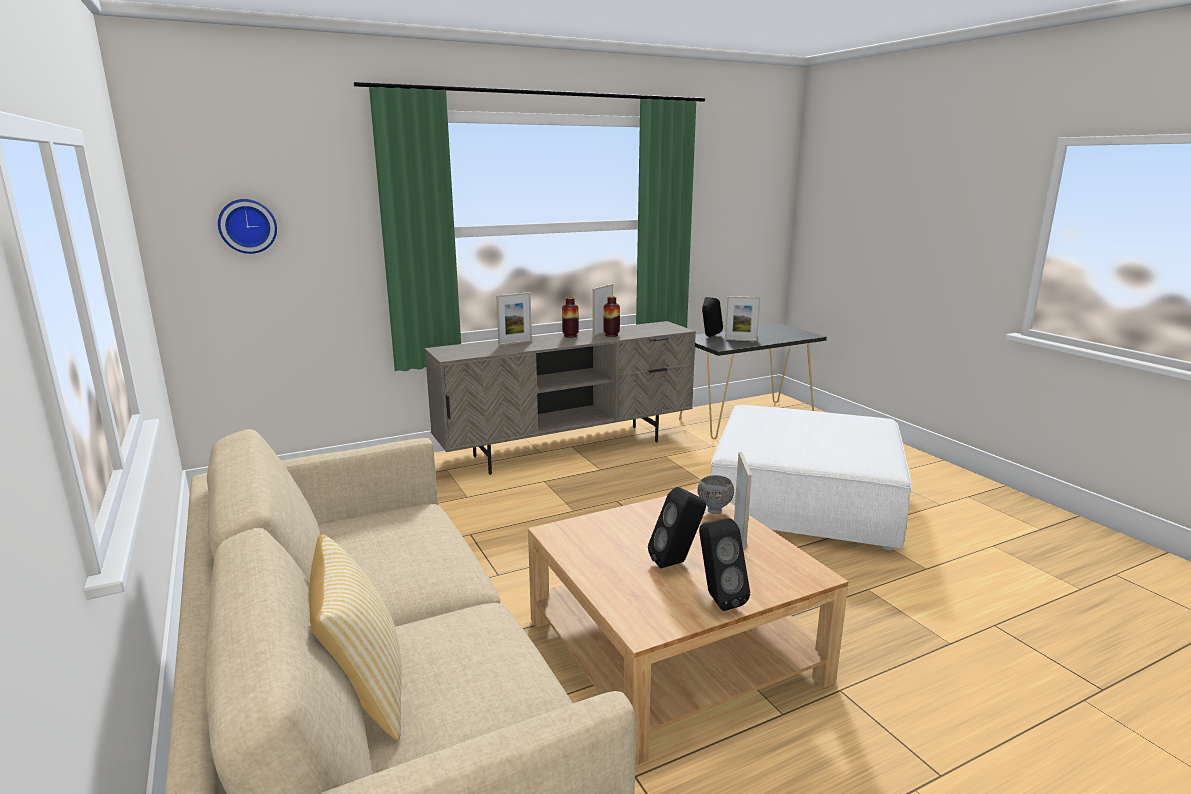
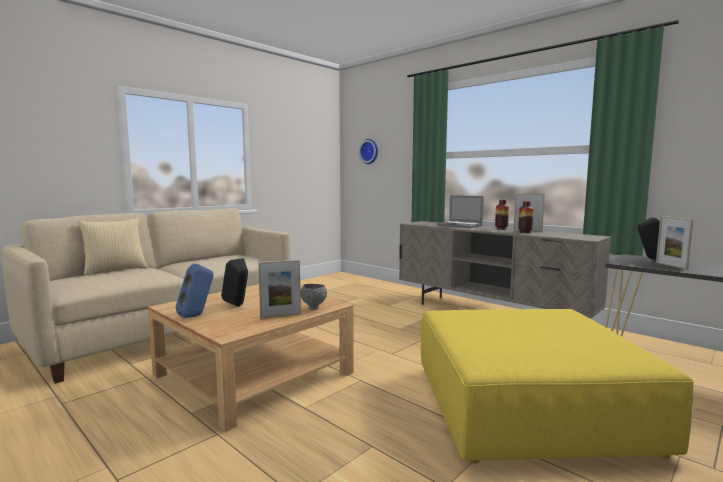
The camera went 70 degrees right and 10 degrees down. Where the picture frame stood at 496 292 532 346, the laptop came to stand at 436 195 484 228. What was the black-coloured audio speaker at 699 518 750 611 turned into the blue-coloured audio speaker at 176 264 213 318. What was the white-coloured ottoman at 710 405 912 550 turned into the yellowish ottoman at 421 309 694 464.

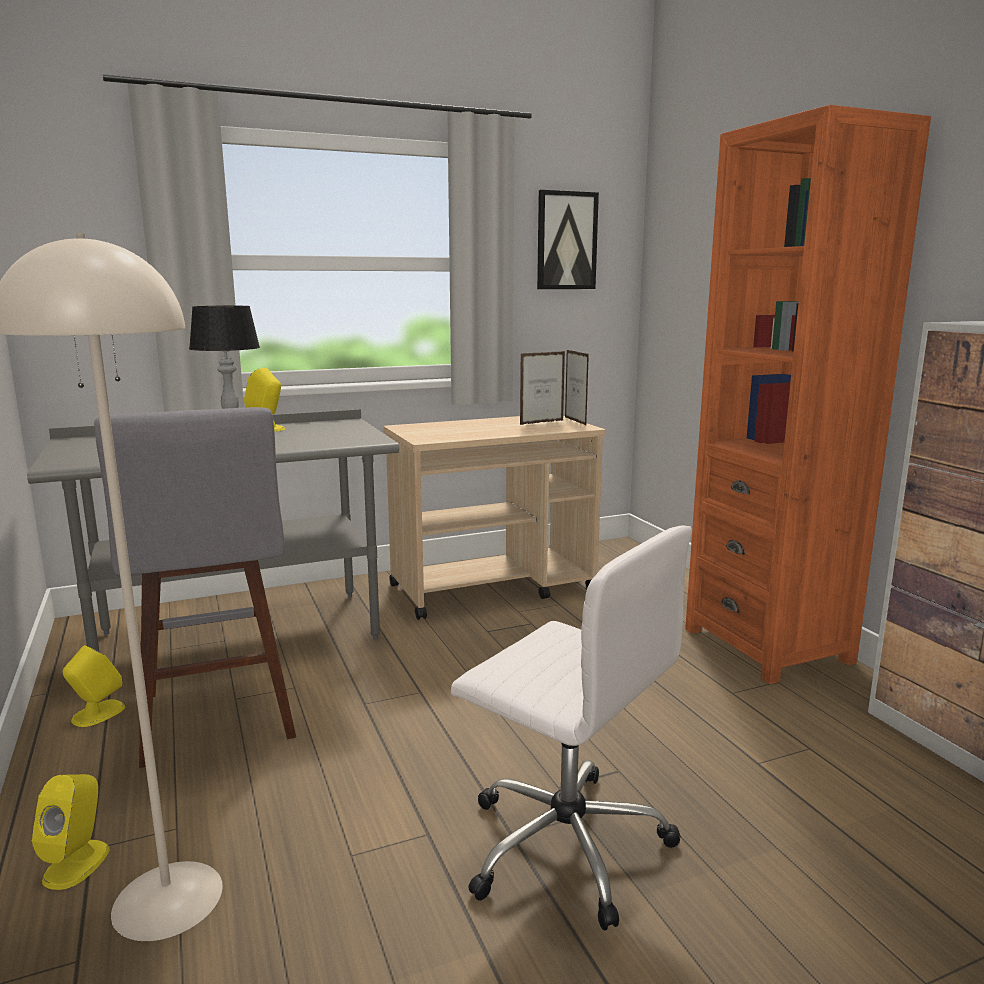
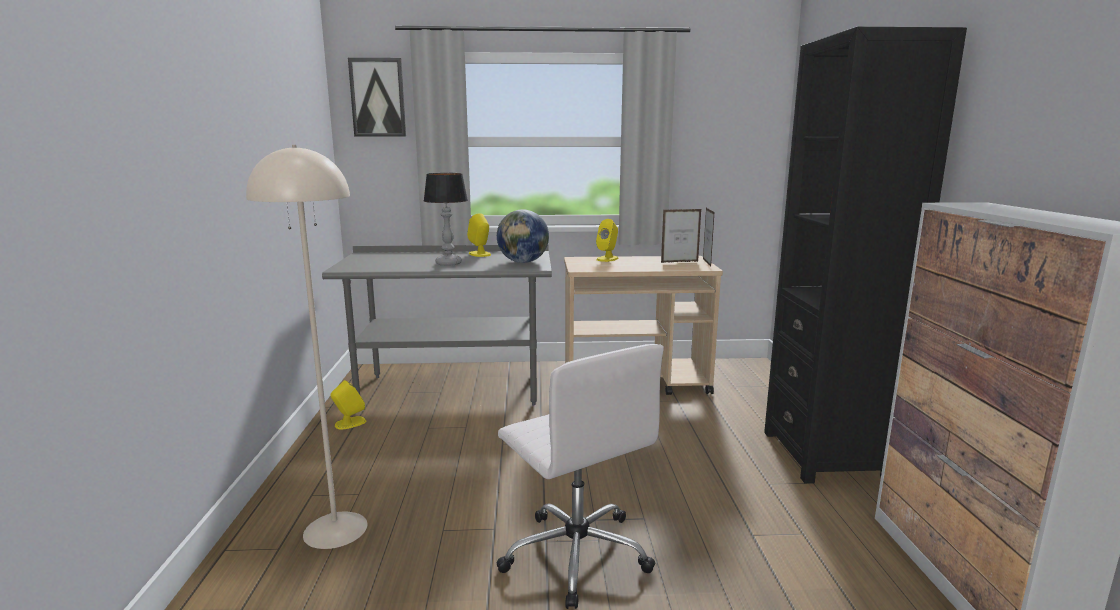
The camera went 20 degrees right and 0 degrees up. The second view lost the gray stool seat at 94 407 296 768. The second view gained the world globe at 497 210 549 263. The yellowish audio speaker ended up elsewhere, having gone from 32 774 110 890 to 596 219 619 262. The picture ended up elsewhere, having gone from 537 190 599 289 to 348 58 406 137. What was the orangey shelving unit at 685 105 931 684 turned into the black-coloured shelving unit at 764 27 967 483.

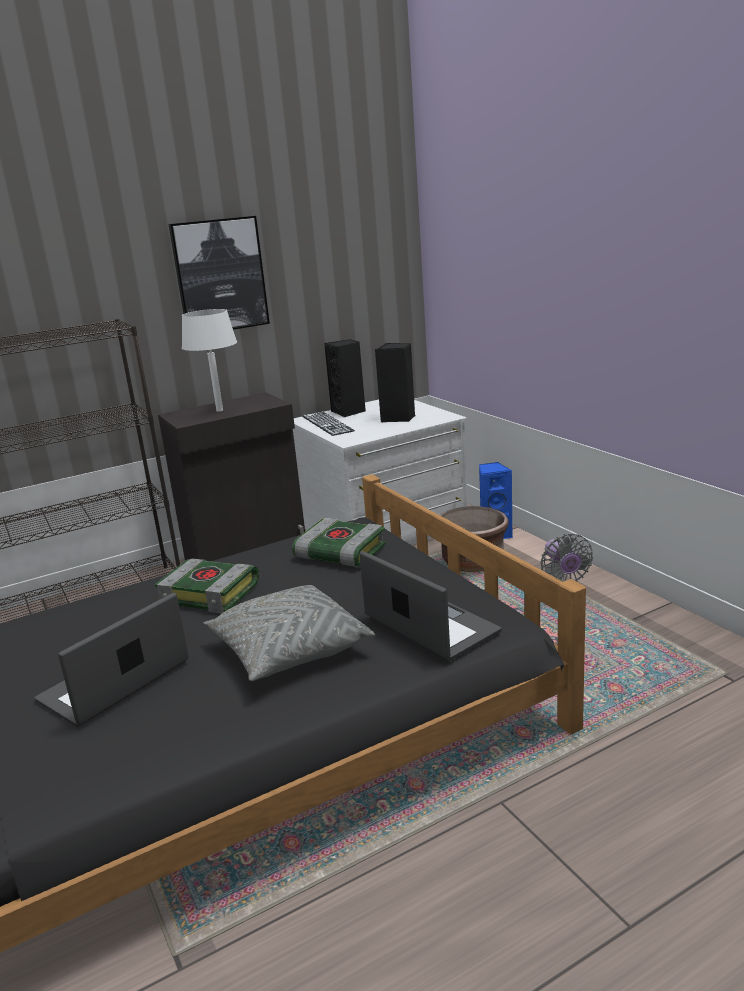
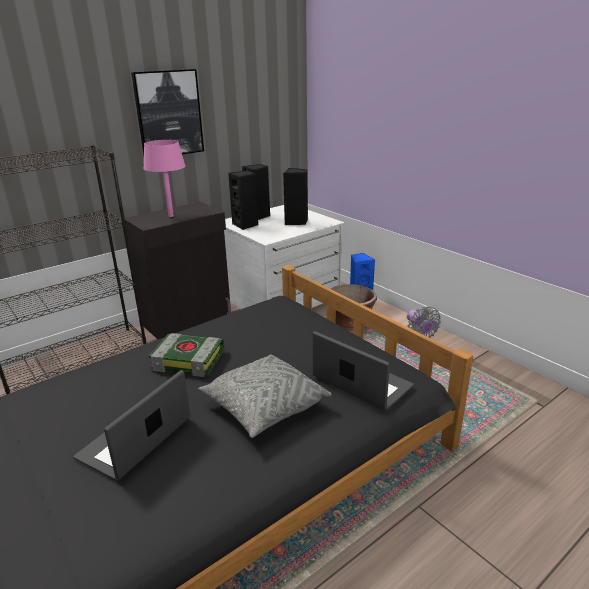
The camera went 10 degrees left and 5 degrees up. The second view lost the volume at 292 518 386 567. Where the keyboard stood at 302 412 355 436, the black-coloured audio speaker came to stand at 228 171 258 230. What was the white-coloured tabletop lamp at 182 309 237 412 turned into the pink-coloured tabletop lamp at 143 140 186 217.

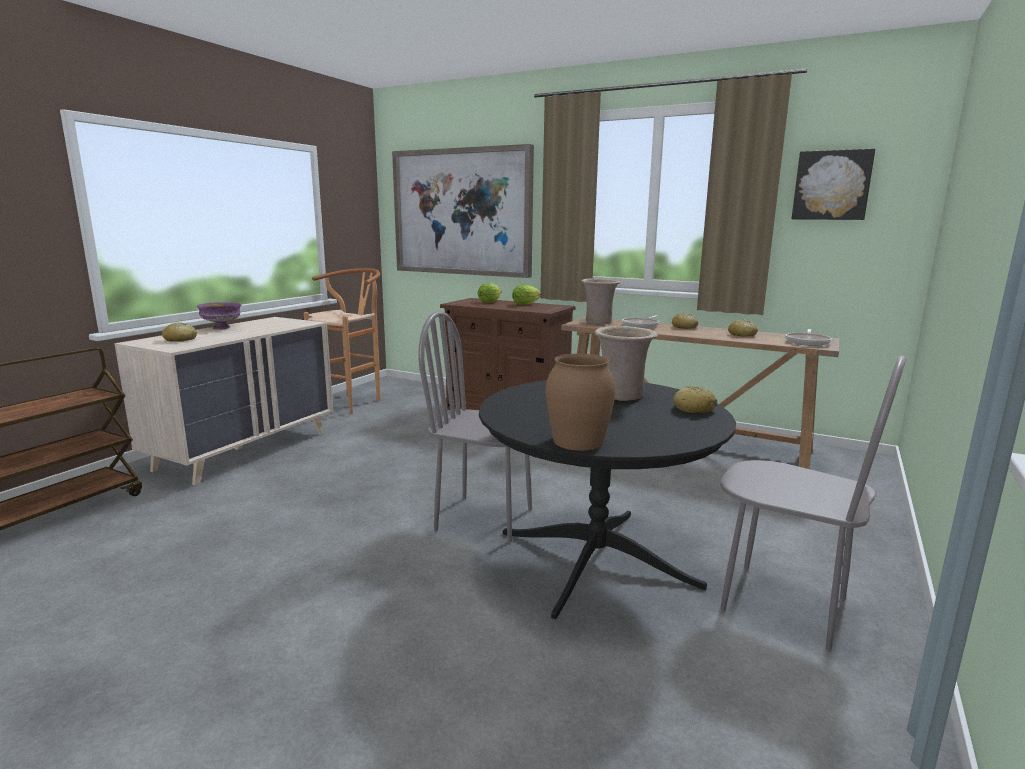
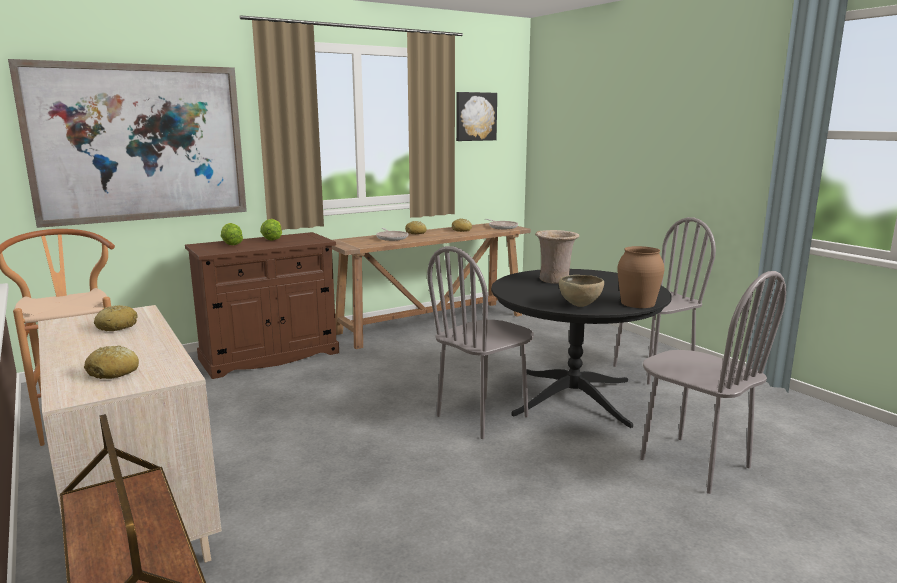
The camera went 60 degrees left and 0 degrees up. The second view lost the purplish bowl at 197 302 241 330. The second view lost the beige-coloured vase at 581 278 621 324. The second view gained the brown-coloured bowl at 559 275 604 307. The second view gained the gray plain chair at 640 271 786 494. The baked bread ended up elsewhere, having gone from 673 386 717 413 to 94 305 138 331.

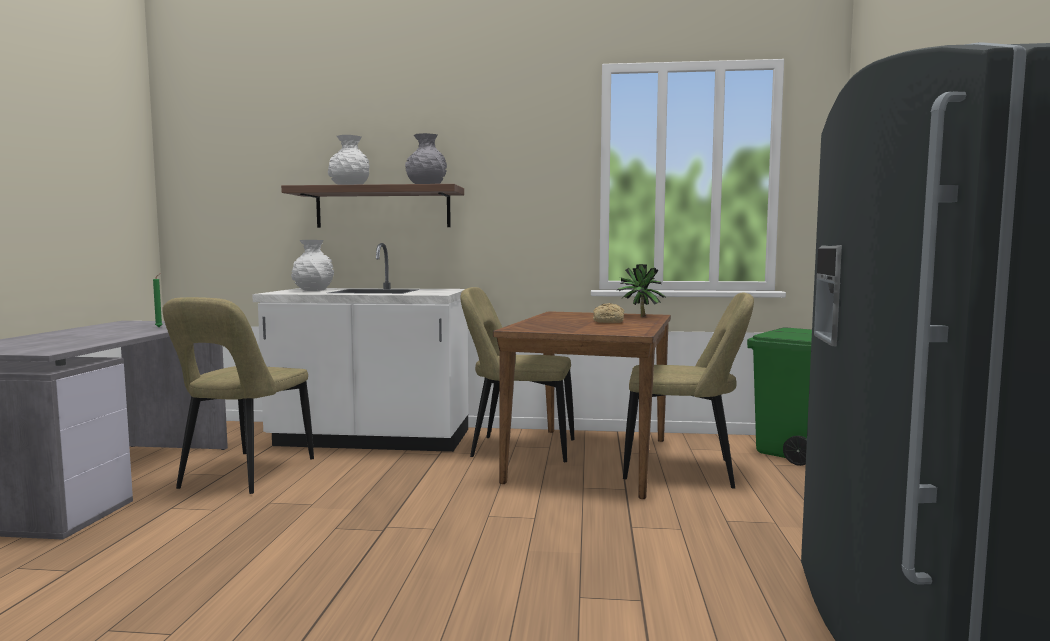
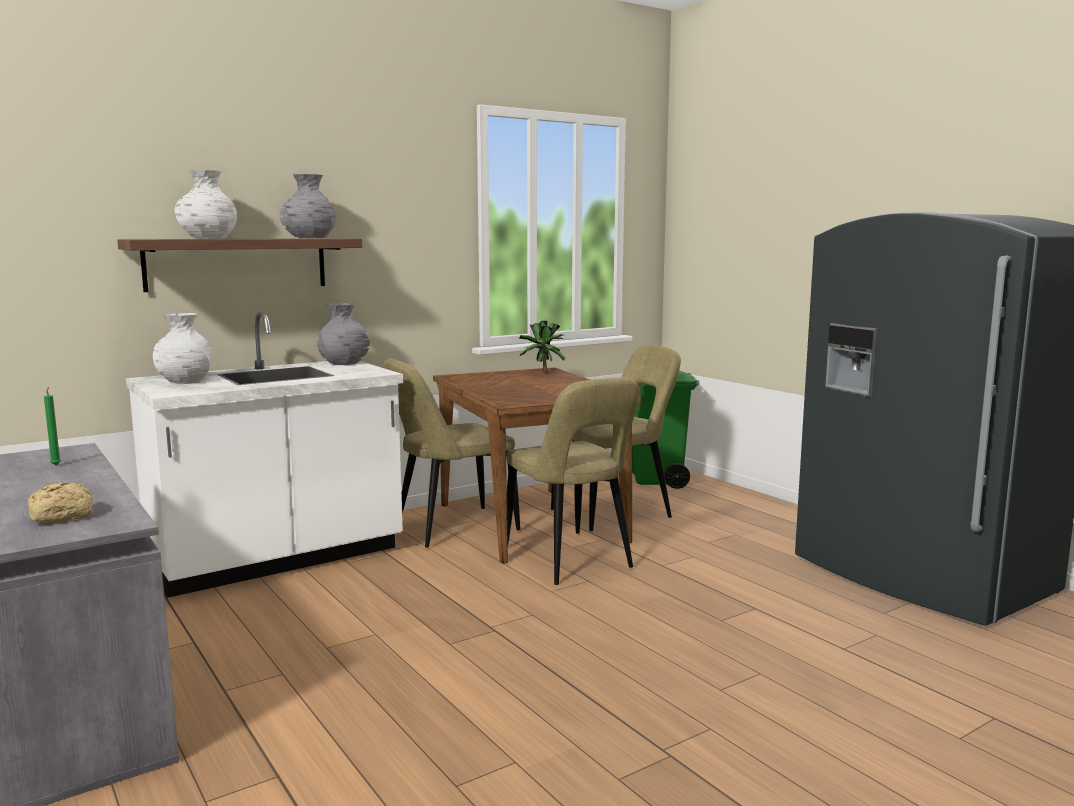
The camera went 40 degrees left and 5 degrees up. The second view gained the gray vase at 317 303 370 365. The beige-coloured plain chair ended up elsewhere, having gone from 162 297 314 494 to 506 377 640 585. The baked bread ended up elsewhere, having gone from 593 303 624 323 to 28 482 93 524.

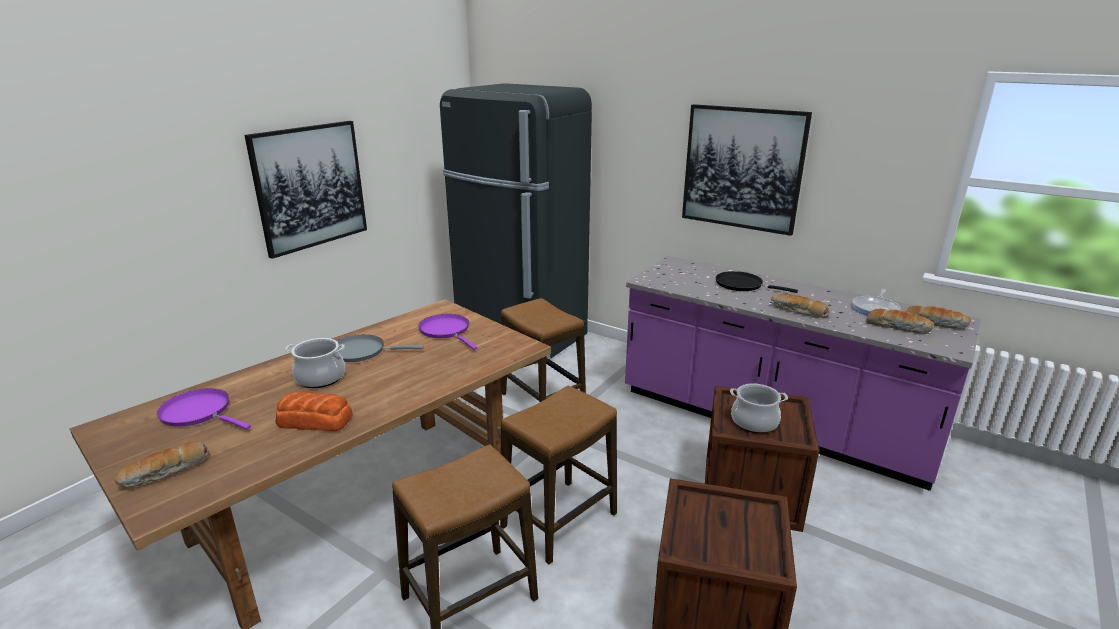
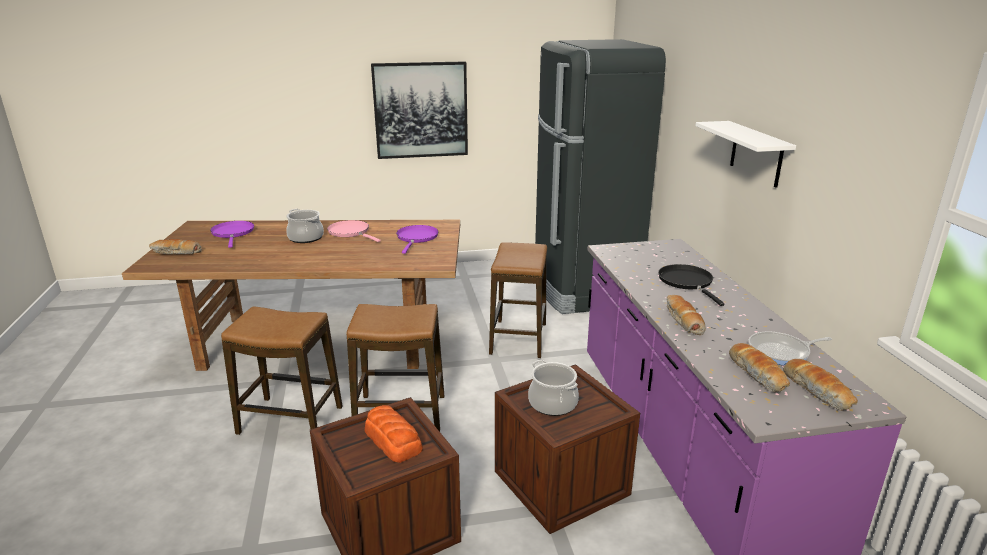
The camera went 45 degrees right and 0 degrees up. The baked bread ended up elsewhere, having gone from 275 392 353 431 to 365 405 423 463. Where the picture hung at 682 104 812 236, the white-coloured bracket shelf came to hang at 696 121 796 188. What was the gray pan at 336 334 424 362 turned into the pink-coloured pan at 327 220 381 242.

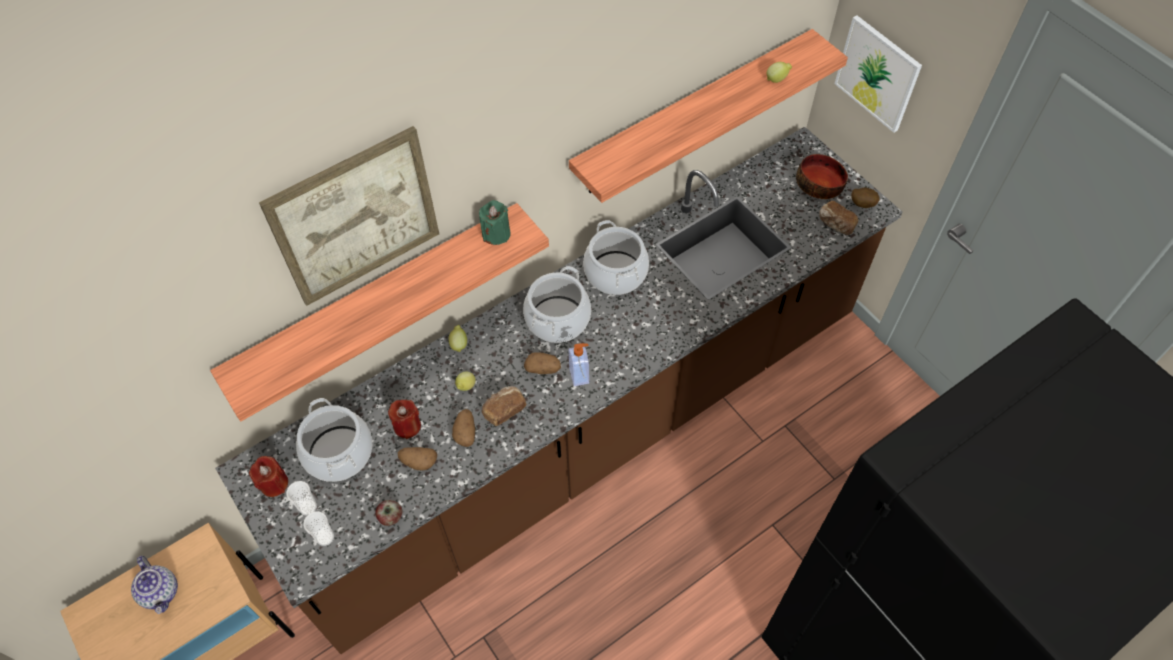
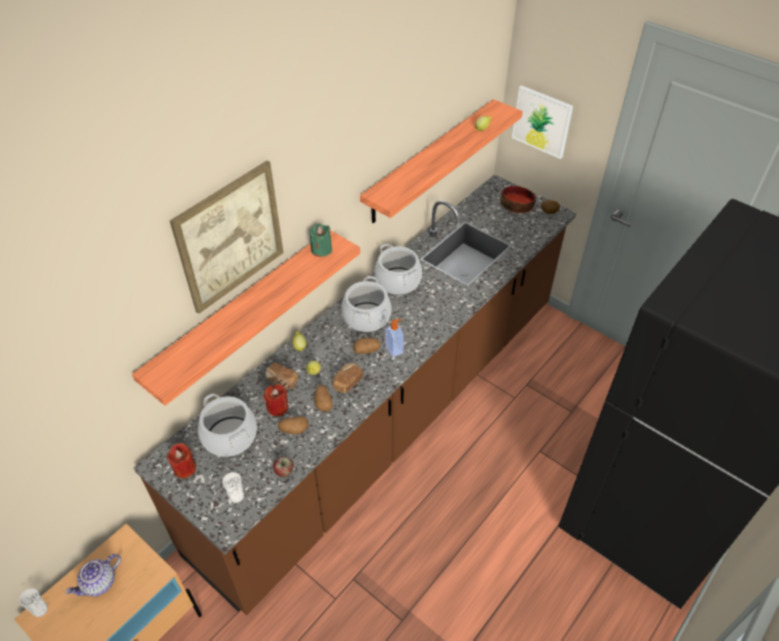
The camera went 15 degrees left and 10 degrees down. The drinking cup ended up elsewhere, having gone from 286 481 317 516 to 19 588 48 617. The baked bread ended up elsewhere, having gone from 819 201 858 235 to 265 363 298 389. The teapot at 131 556 178 614 ended up facing another way, 90 degrees clockwise from before.

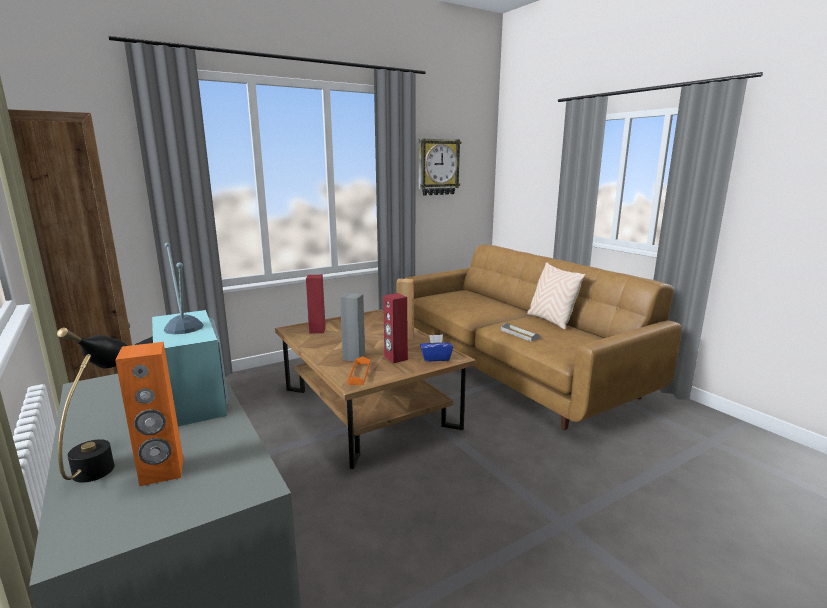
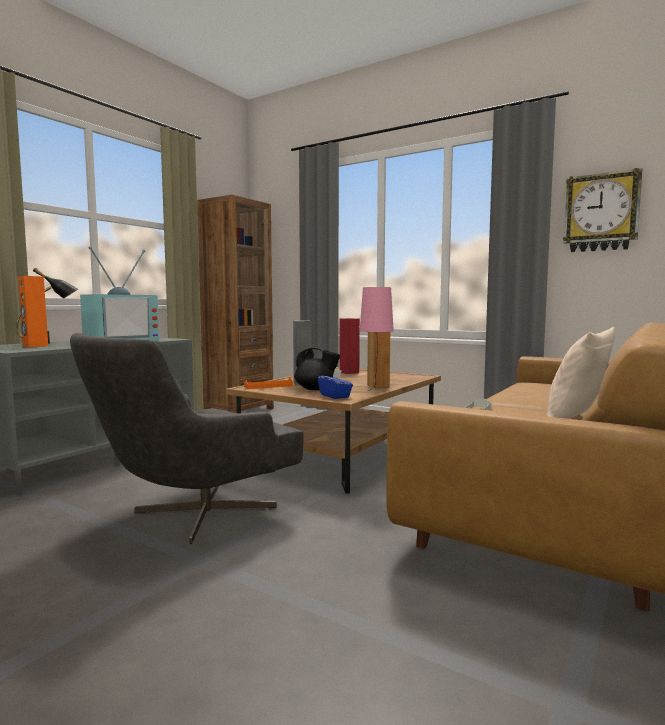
The camera went 65 degrees right and 10 degrees down. The second view gained the gray lounge chair at 70 333 304 544. The second view gained the pink-coloured tabletop lamp at 360 287 394 390. Where the red-coloured audio speaker stood at 383 293 408 363, the black-coloured teapot came to stand at 294 348 341 390.

